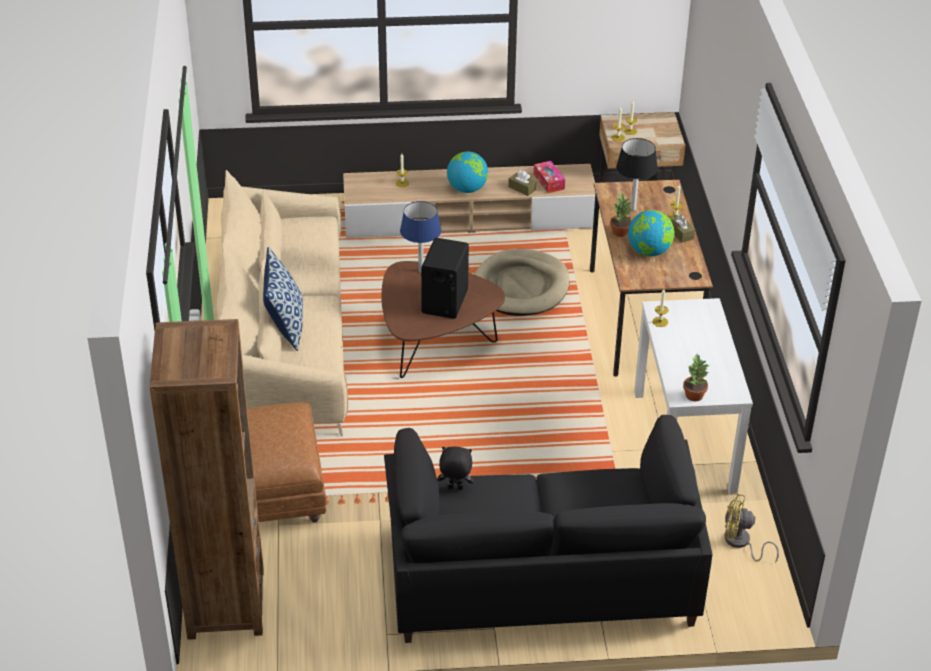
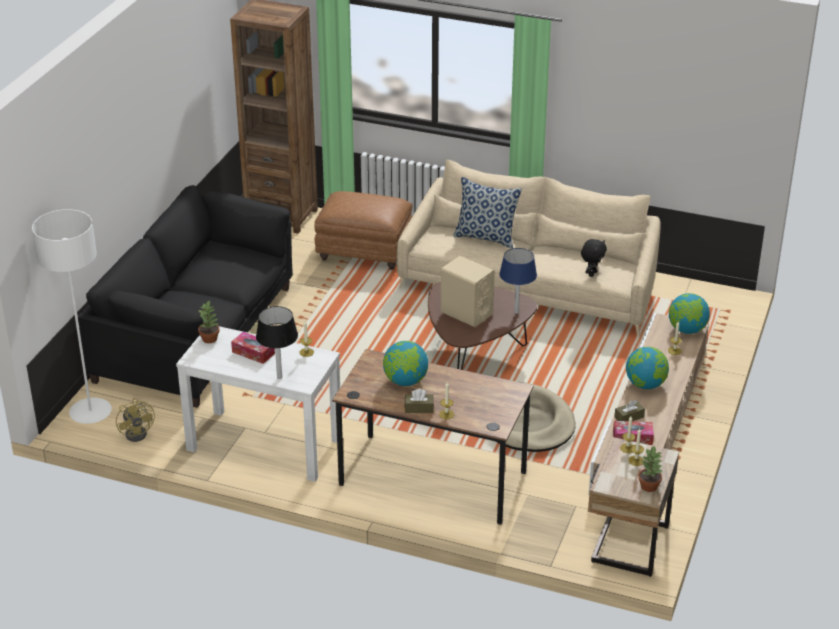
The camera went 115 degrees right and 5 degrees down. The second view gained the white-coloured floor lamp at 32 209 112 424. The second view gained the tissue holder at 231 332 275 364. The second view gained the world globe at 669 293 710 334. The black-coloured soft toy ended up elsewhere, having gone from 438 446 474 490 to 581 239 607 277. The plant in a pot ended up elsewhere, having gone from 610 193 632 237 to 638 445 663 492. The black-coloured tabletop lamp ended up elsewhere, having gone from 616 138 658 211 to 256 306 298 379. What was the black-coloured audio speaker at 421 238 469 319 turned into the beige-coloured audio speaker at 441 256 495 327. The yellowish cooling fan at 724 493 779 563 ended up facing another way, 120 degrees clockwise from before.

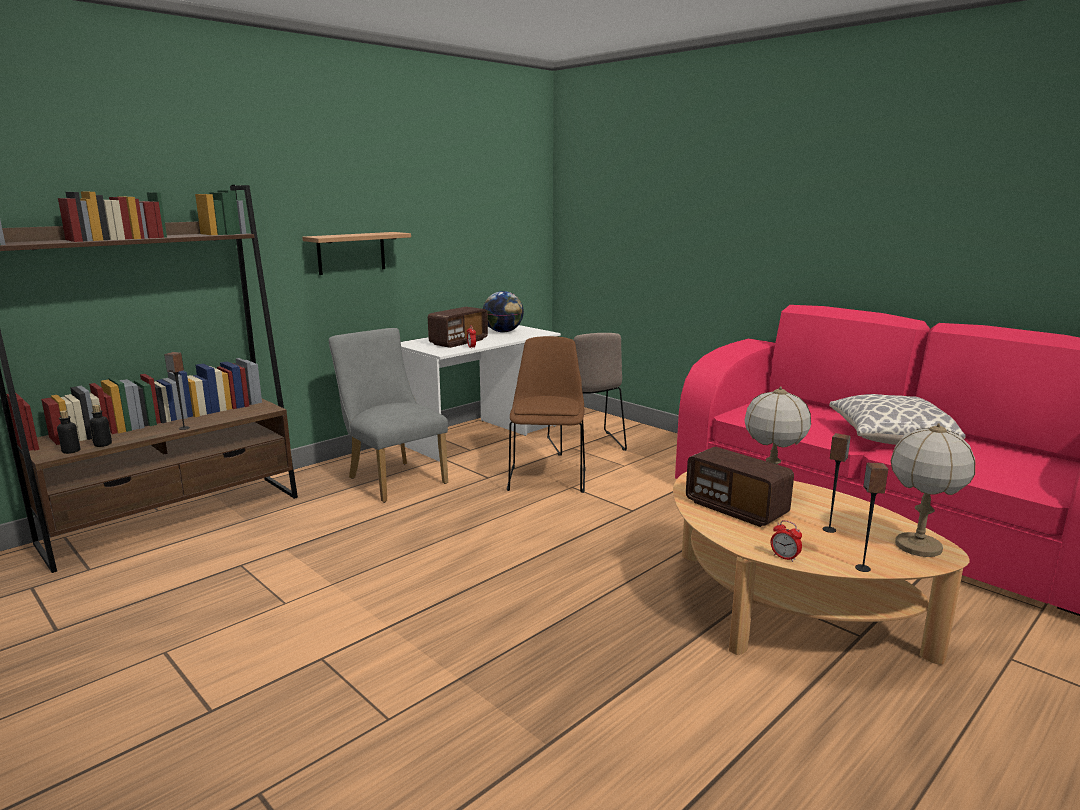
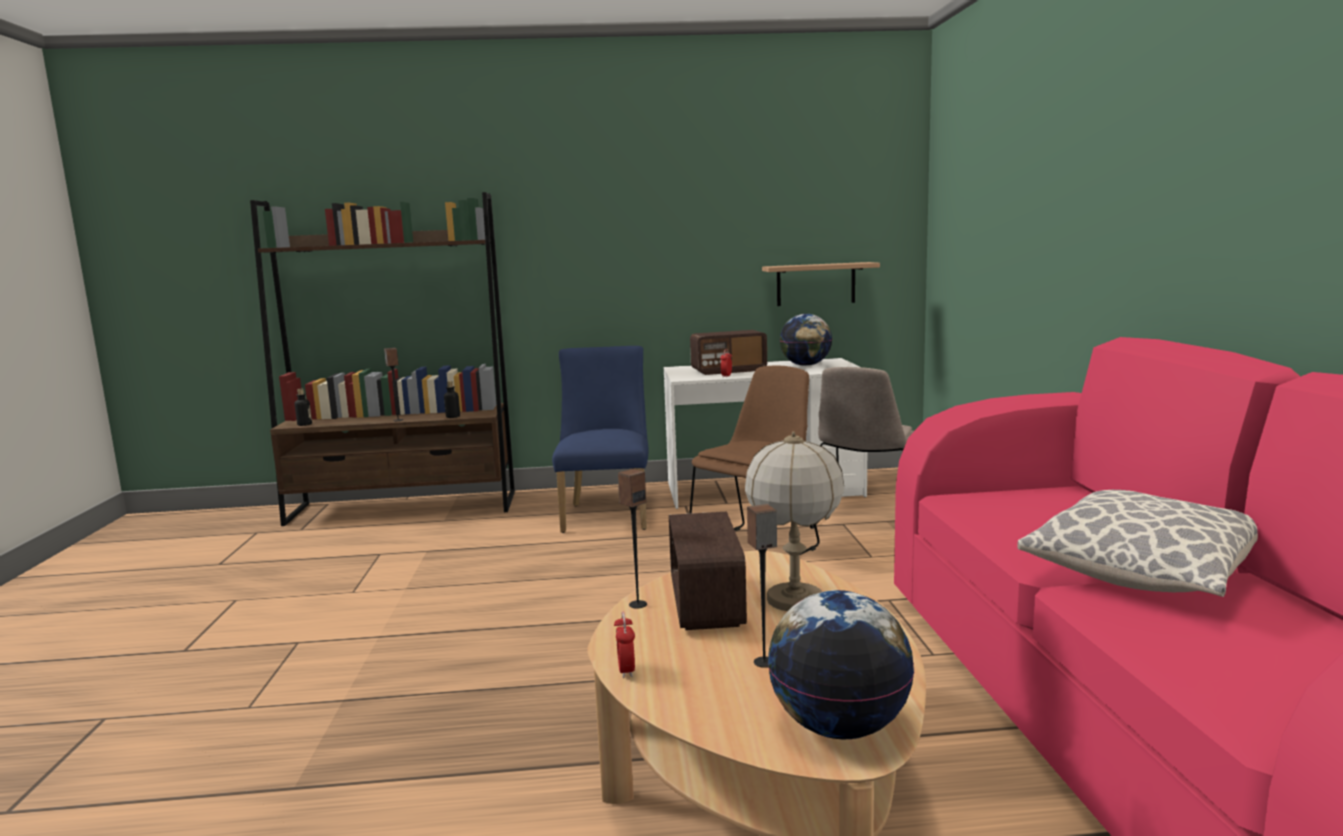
The camera went 40 degrees right and 5 degrees down. The beverage bottle ended up elsewhere, having gone from 89 405 112 447 to 444 381 460 418. The bracket shelf ended up elsewhere, having gone from 302 232 411 275 to 762 262 880 306. The audio speaker ended up elsewhere, having gone from 855 463 888 572 to 618 469 647 609. Where the tabletop lamp stood at 891 423 975 557, the world globe came to stand at 767 590 915 739. What was the gray plain chair at 329 328 448 503 turned into the blue-coloured plain chair at 552 346 648 533.

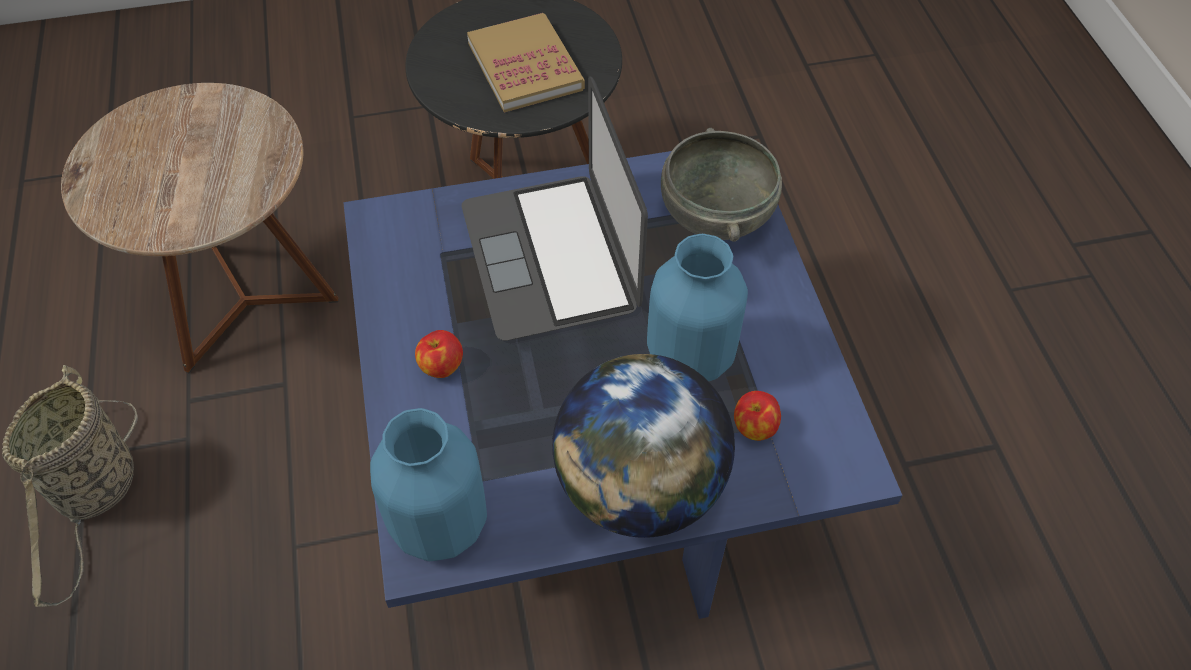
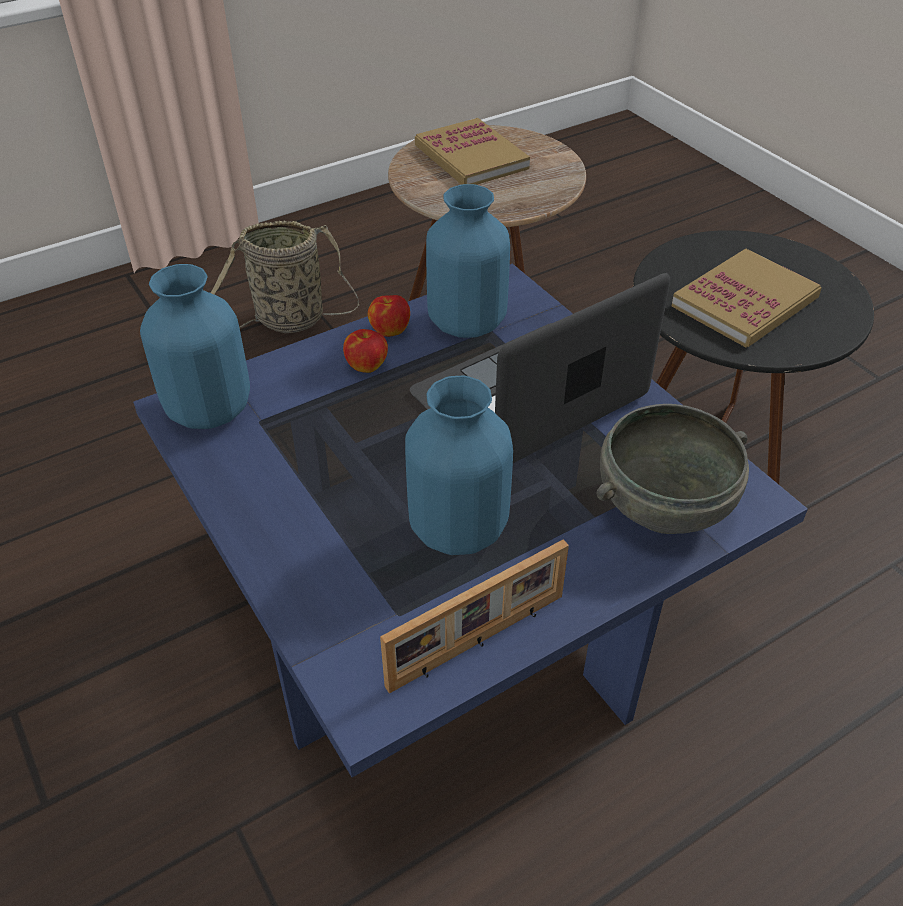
The camera went 70 degrees right and 10 degrees down. The second view lost the world globe at 552 354 735 538. The second view gained the picture frame at 380 540 569 694. The second view gained the volume at 415 118 530 185. The second view gained the blue-coloured vase at 426 184 510 338. The whole apple ended up elsewhere, having gone from 734 391 781 441 to 368 295 410 337.

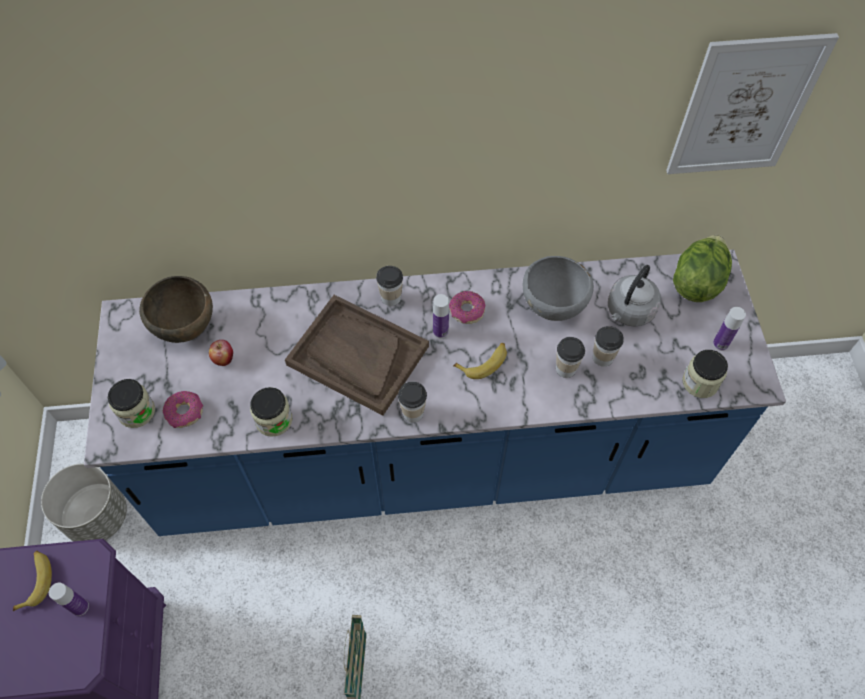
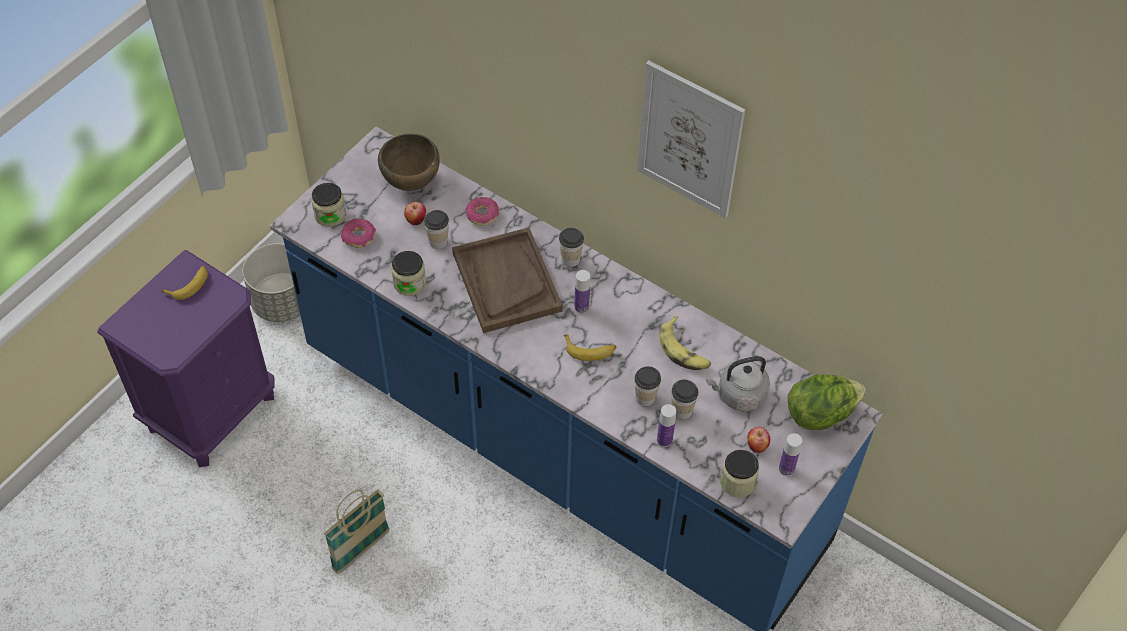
The camera went 40 degrees right and 5 degrees down. The second view gained the whole apple at 748 427 770 453. The beverage bottle ended up elsewhere, having gone from 49 583 89 616 to 657 404 676 447. The drinking cup ended up elsewhere, having gone from 398 381 427 423 to 424 210 449 249. The ring doughnut ended up elsewhere, having gone from 449 291 485 324 to 465 197 499 226. The picture ended up elsewhere, having gone from 666 33 839 174 to 637 60 745 218. Where the gray bowl stood at 523 256 594 321, the banana fruit came to stand at 659 316 711 370.

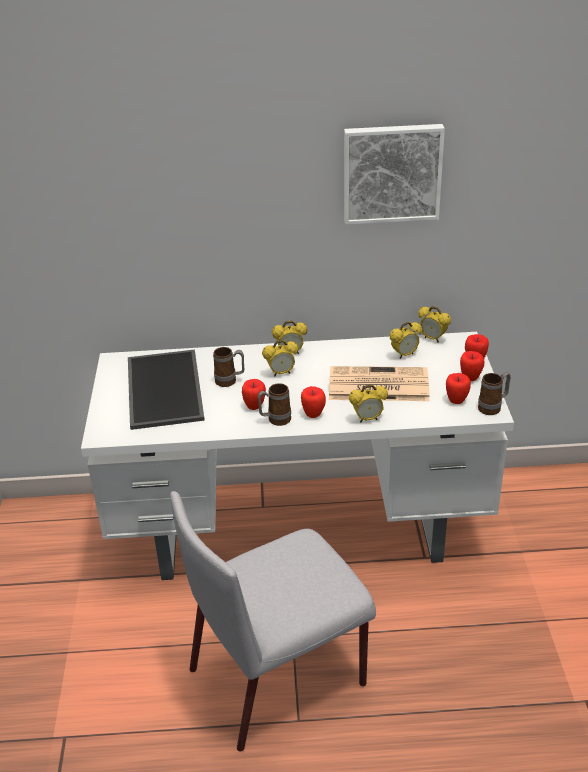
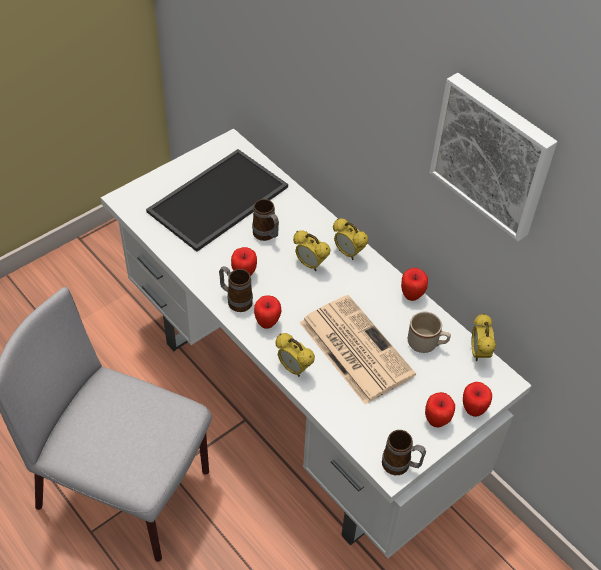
The camera went 50 degrees right and 15 degrees up. The whole apple ended up elsewhere, having gone from 446 373 471 404 to 401 268 428 301. Where the table clock stood at 389 322 422 359, the beige-coloured tea mug came to stand at 408 312 451 353.

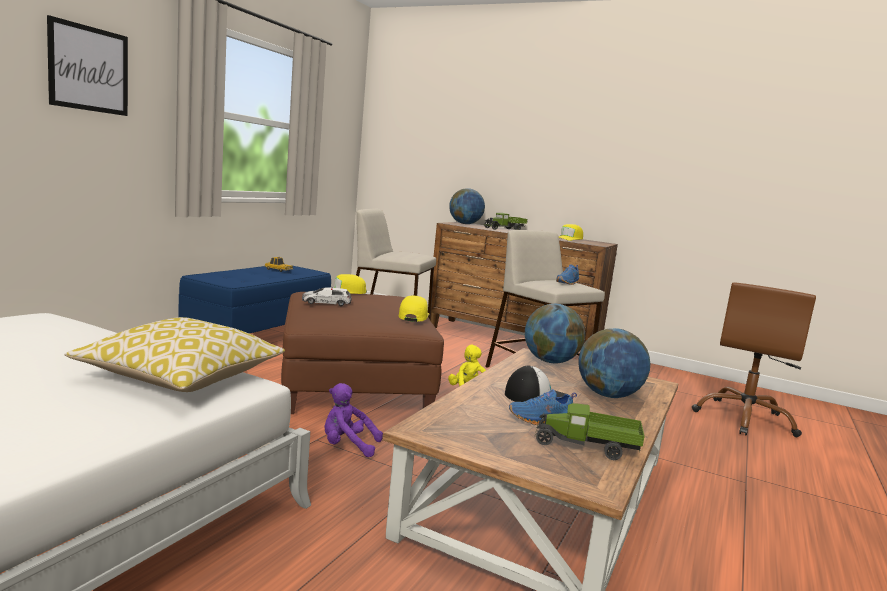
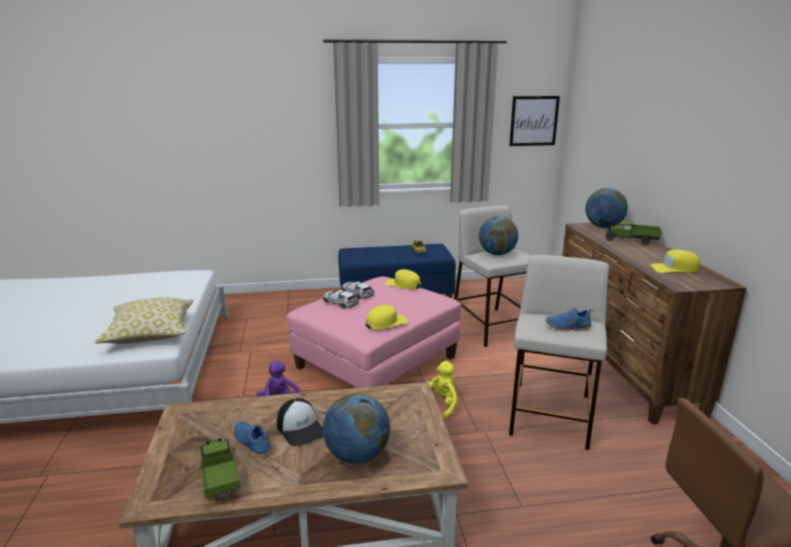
The camera went 55 degrees right and 10 degrees up. The second view gained the model car at 322 290 359 309. The picture ended up elsewhere, having gone from 47 15 128 116 to 509 96 560 146. The world globe ended up elsewhere, having gone from 525 304 585 364 to 479 216 518 255. What was the brown-coloured ottoman at 281 292 444 414 turned into the pink-coloured ottoman at 286 276 461 388.

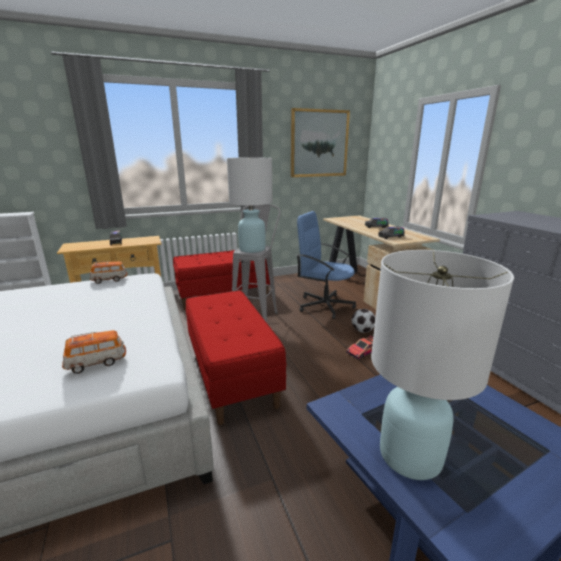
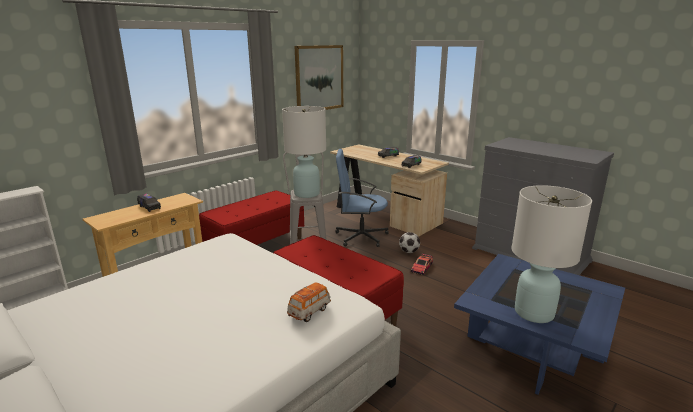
The camera went 25 degrees left and 0 degrees up. The second view lost the model car at 89 261 127 284.

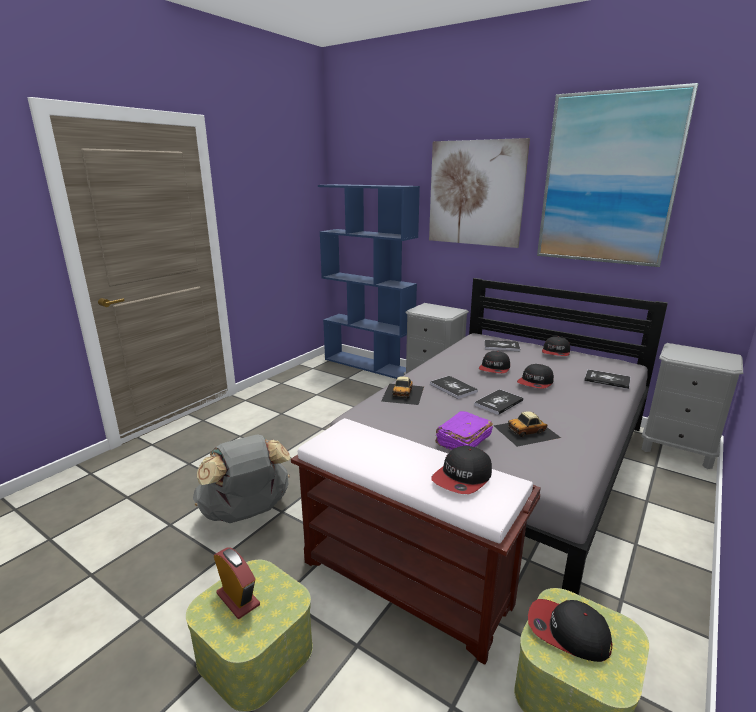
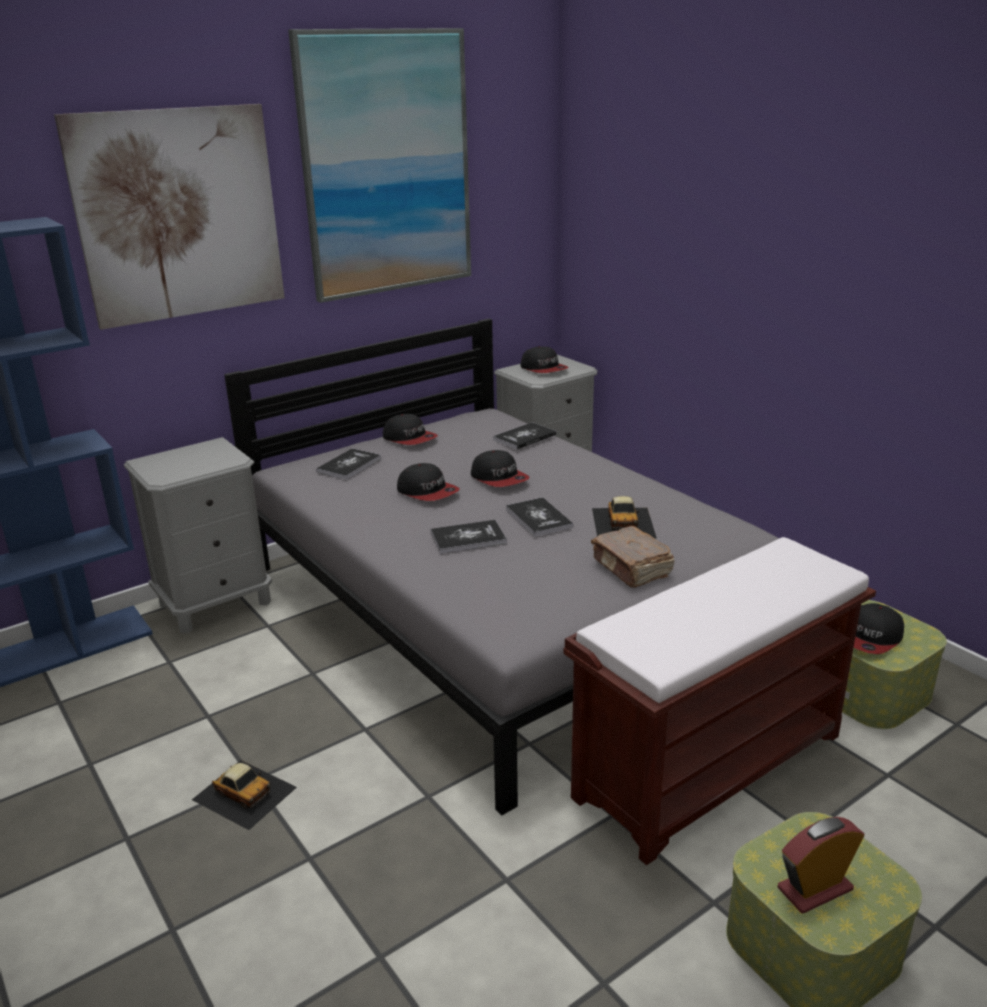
The camera went 70 degrees left and 5 degrees up. The second view lost the gray knapsack at 193 434 291 523. The model car ended up elsewhere, having gone from 381 376 424 405 to 192 760 297 830. The baseball cap ended up elsewhere, having gone from 431 446 492 494 to 520 346 569 373. What was the purplish volume at 435 411 493 450 turned into the brown-coloured volume at 591 526 675 588.

